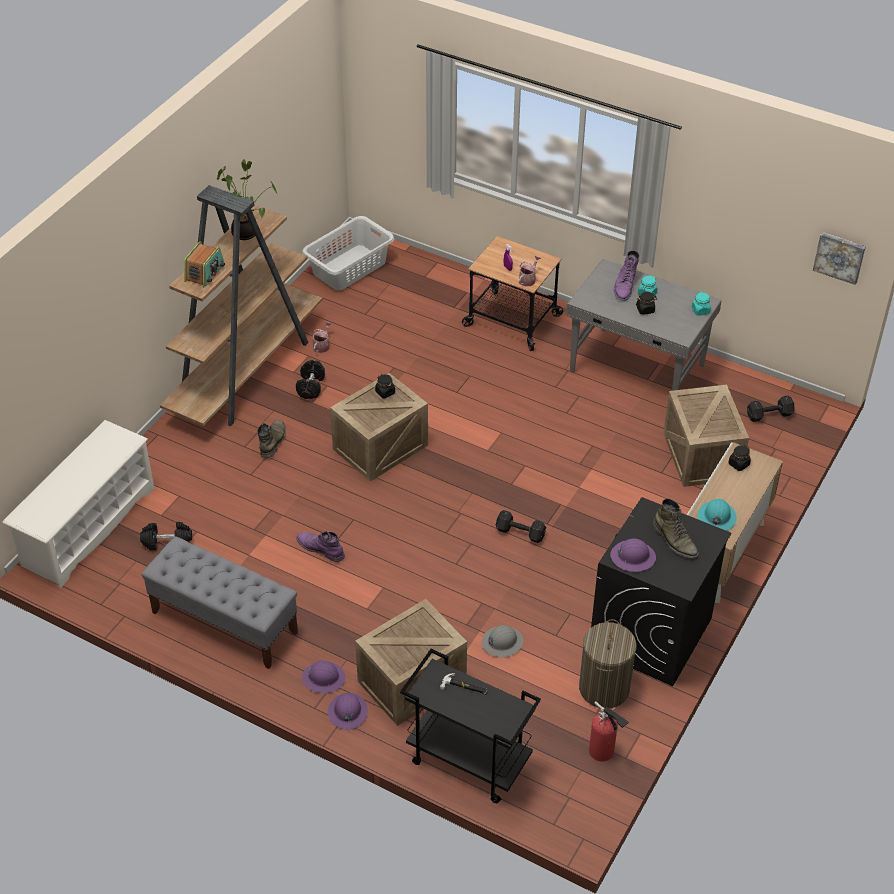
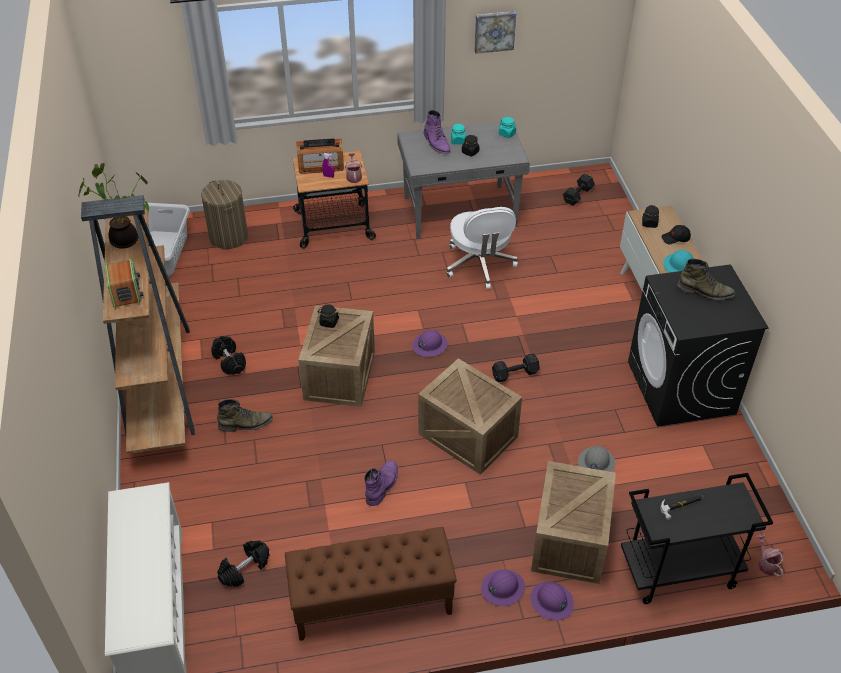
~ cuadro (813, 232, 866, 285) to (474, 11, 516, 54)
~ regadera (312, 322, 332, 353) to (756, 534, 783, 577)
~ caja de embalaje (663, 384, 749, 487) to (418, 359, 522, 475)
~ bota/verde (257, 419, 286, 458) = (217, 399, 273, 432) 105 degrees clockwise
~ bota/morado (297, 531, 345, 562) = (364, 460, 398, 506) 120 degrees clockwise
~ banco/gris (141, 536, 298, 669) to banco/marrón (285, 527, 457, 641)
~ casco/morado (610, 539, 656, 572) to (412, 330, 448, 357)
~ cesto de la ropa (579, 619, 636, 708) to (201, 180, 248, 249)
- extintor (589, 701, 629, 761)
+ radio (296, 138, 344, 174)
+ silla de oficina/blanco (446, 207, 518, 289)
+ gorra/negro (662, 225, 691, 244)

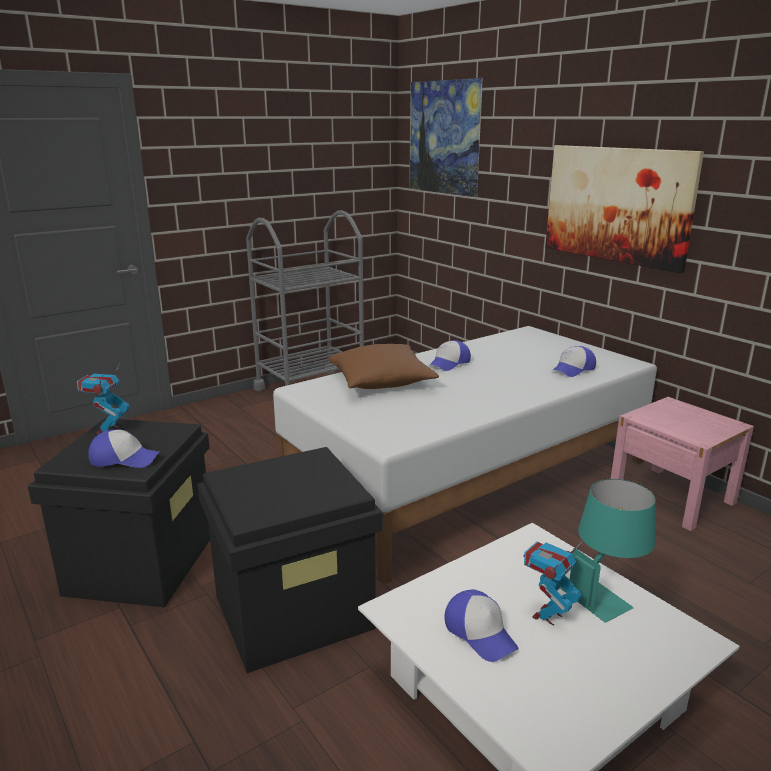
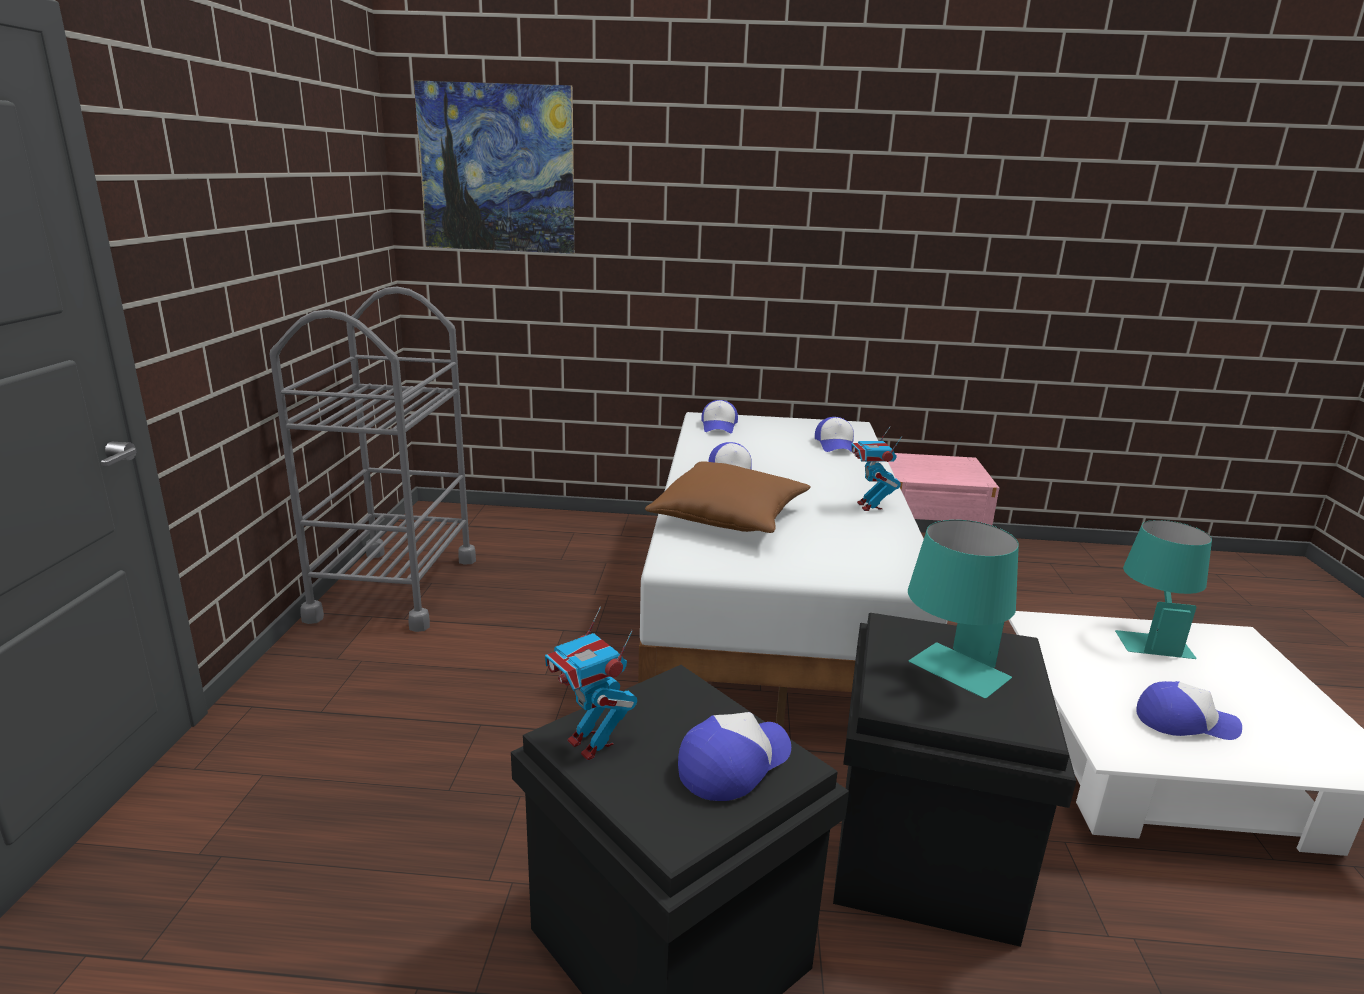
- cuadro (545, 145, 704, 273)
~ robot de juguete (523, 542, 582, 626) to (851, 427, 902, 511)
+ gorra (702, 400, 738, 433)
+ lámpara de mesa/turquesa (908, 520, 1019, 699)

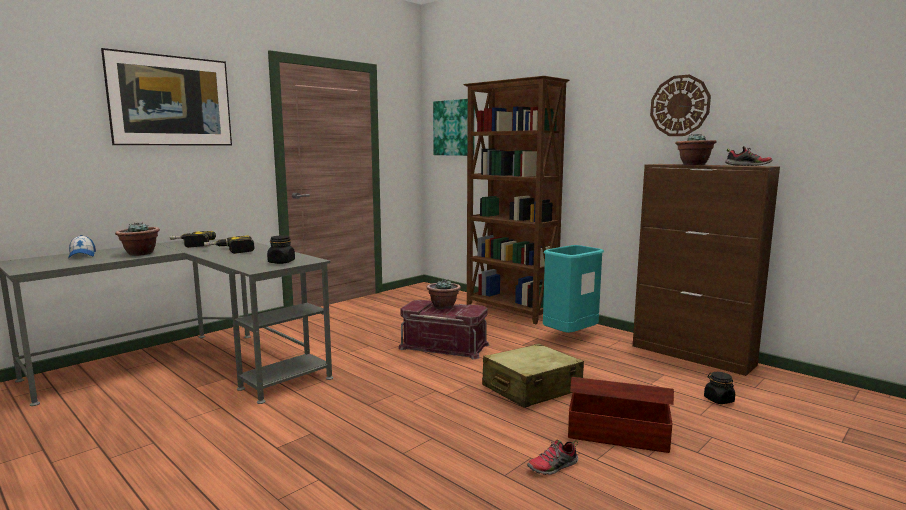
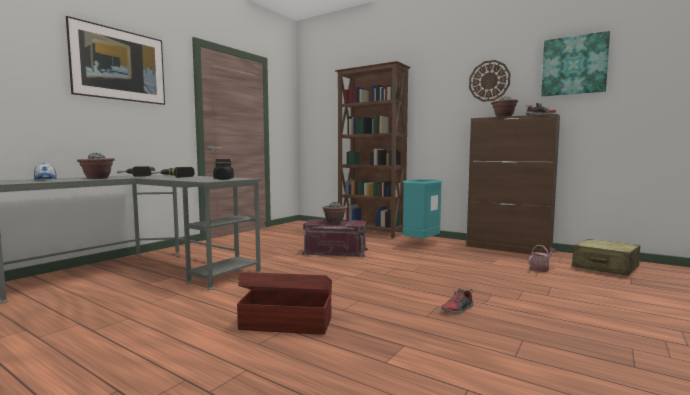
~ cuadro (433, 99, 475, 156) to (541, 31, 610, 96)
~ maleta/beis (482, 344, 584, 408) to (572, 239, 640, 276)
~ tarro/negro (704, 372, 735, 404) to regadera (529, 245, 557, 272)
~ caja de almacenaje/marrón (568, 377, 674, 453) to (237, 272, 332, 335)

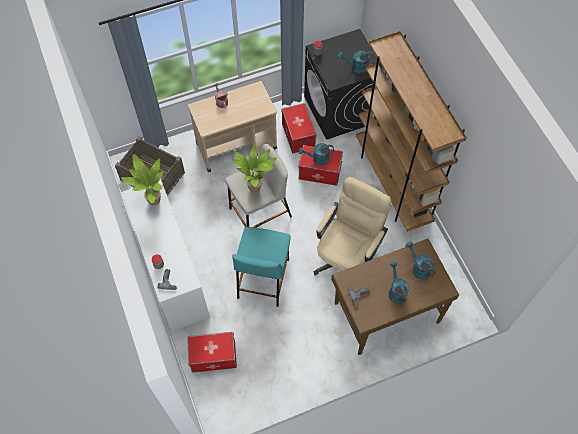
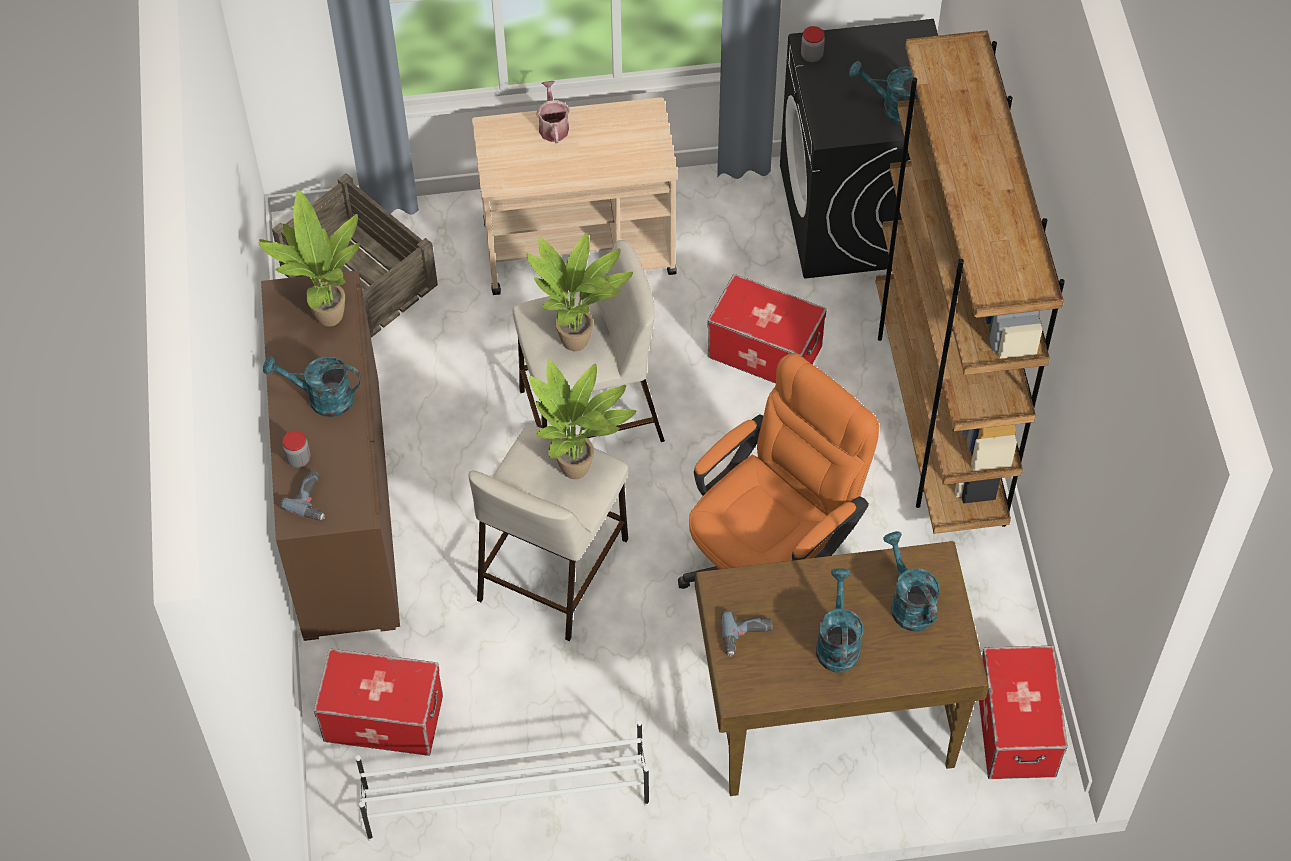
~ caja de almacenaje (281, 103, 316, 153) to (979, 646, 1068, 779)
~ regadera/turquesa (299, 143, 334, 165) to (263, 356, 361, 417)
~ silla de oficina/beis (314, 177, 391, 275) to silla de oficina/naranja (678, 353, 879, 589)
~ armario/blanco (122, 179, 210, 332) to armario/marrón (261, 270, 400, 641)
~ taburete/turquesa (232, 227, 291, 307) to taburete/beis (469, 424, 629, 641)
+ planta en maceta (529, 360, 636, 479)
+ zapatero/blanco (355, 720, 650, 841)

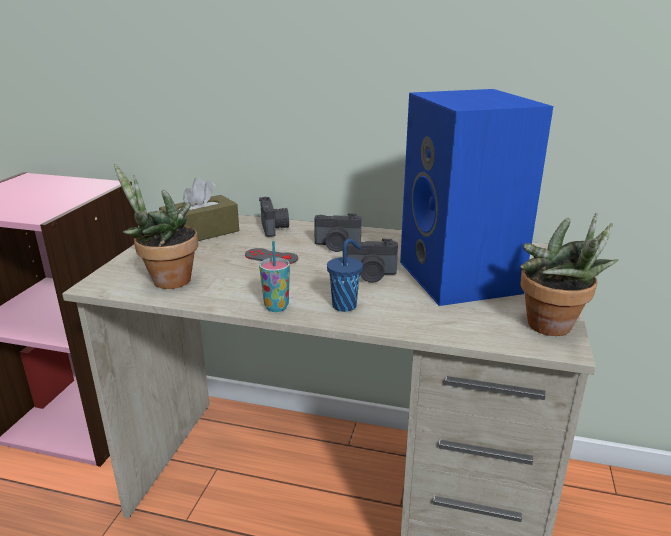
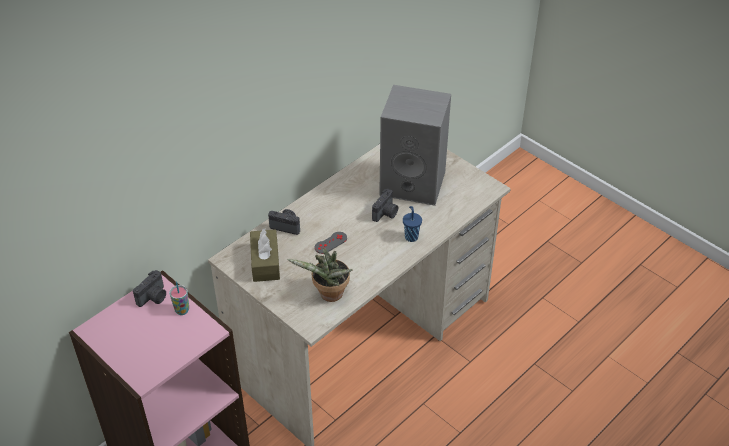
~ altavoz/azul (400, 89, 553, 306) to altavoz/gris (379, 85, 451, 206)
~ cámara (314, 213, 361, 252) to (133, 270, 166, 307)
- planta en maceta (520, 213, 618, 336)
~ taza (259, 241, 290, 312) to (169, 282, 189, 315)

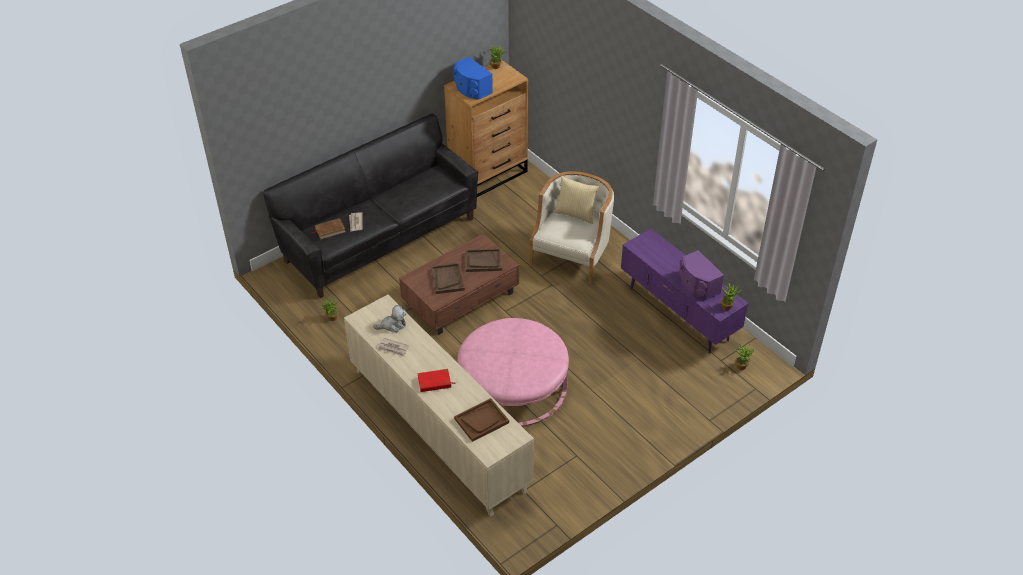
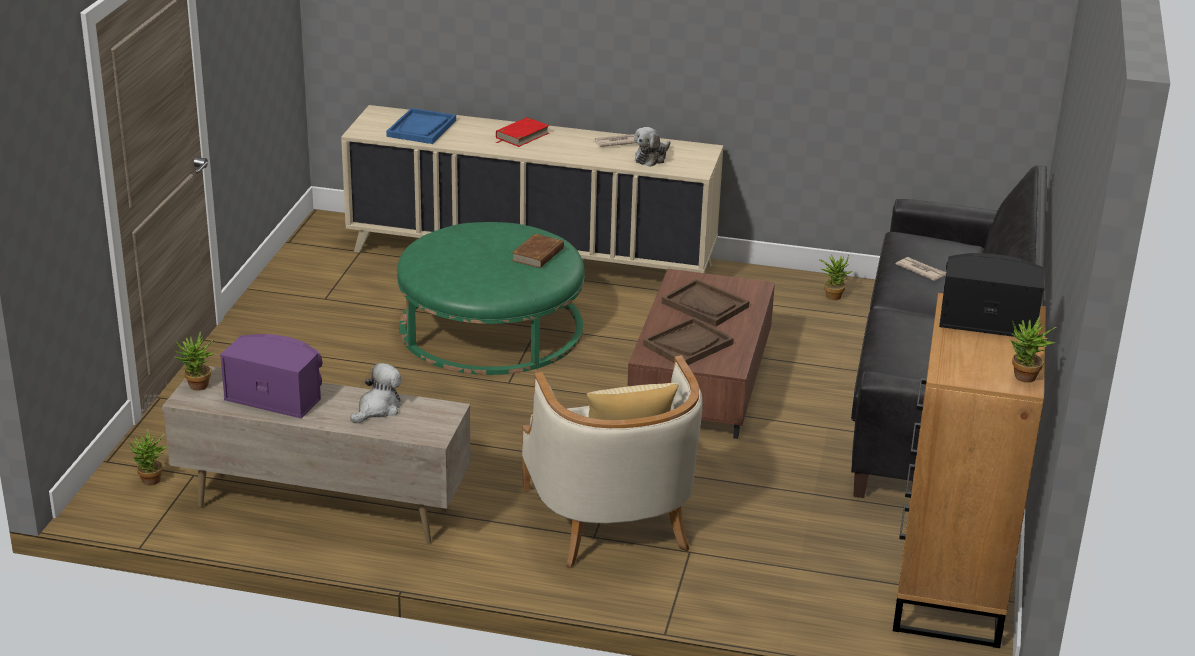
~ altavoz/azul (453, 57, 493, 100) to altavoz/negro (939, 253, 1045, 337)
~ libro/marrón (312, 218, 346, 240) to (512, 234, 564, 268)
~ mueble de televisión/morado (621, 229, 749, 353) to mueble de televisión/beis (162, 366, 471, 544)
~ puf/rosa (458, 318, 569, 427) to puf/verde (397, 222, 585, 375)
~ bandeja/marrón (454, 398, 509, 442) to bandeja/azul (386, 108, 456, 144)
+ peluche (350, 363, 402, 423)

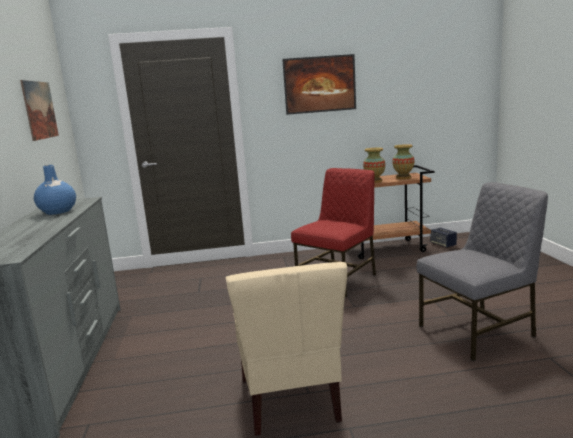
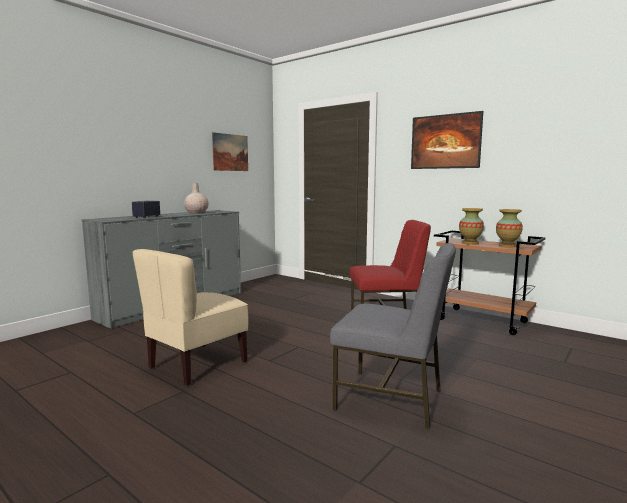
~ florero/azul (34, 165, 76, 215) to florero/beis (184, 183, 209, 214)
~ altavoz (431, 228, 457, 248) to (132, 200, 160, 218)

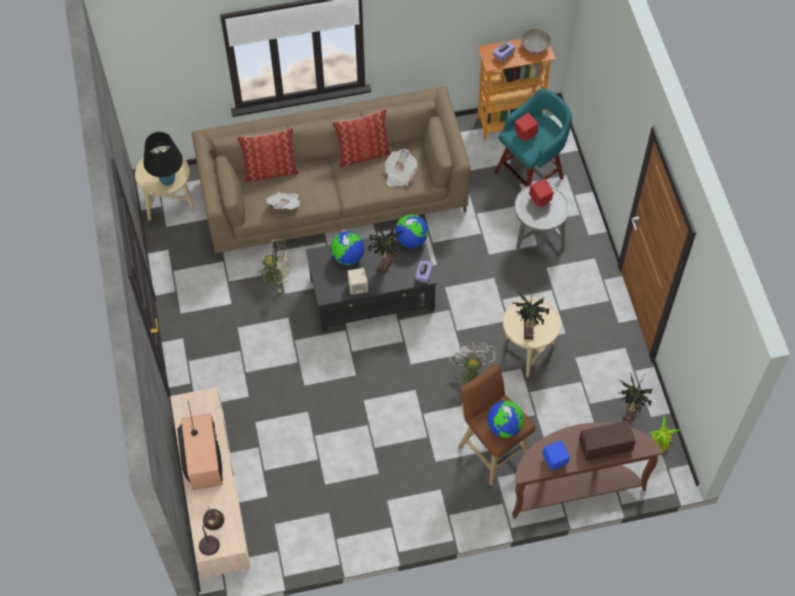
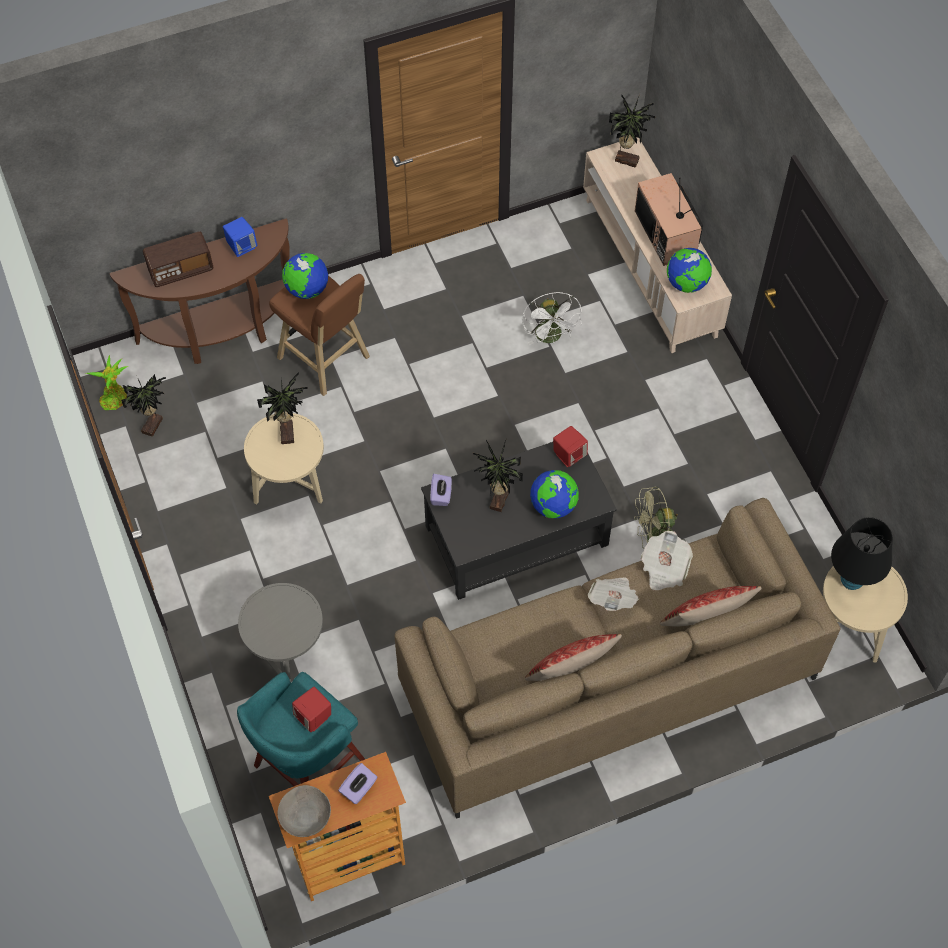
~ periódico (384, 149, 417, 187) to (588, 577, 639, 611)
~ altavoz/rojo (529, 179, 554, 207) to (553, 426, 588, 467)
~ globo terráqueo (395, 215, 428, 248) to (667, 248, 712, 293)
- altavoz/beis (347, 268, 368, 295)
~ ventilador/blanco (449, 342, 496, 387) to (522, 292, 582, 345)
~ lámpara de mesa (199, 506, 225, 556) to planta en maceta (609, 94, 656, 168)

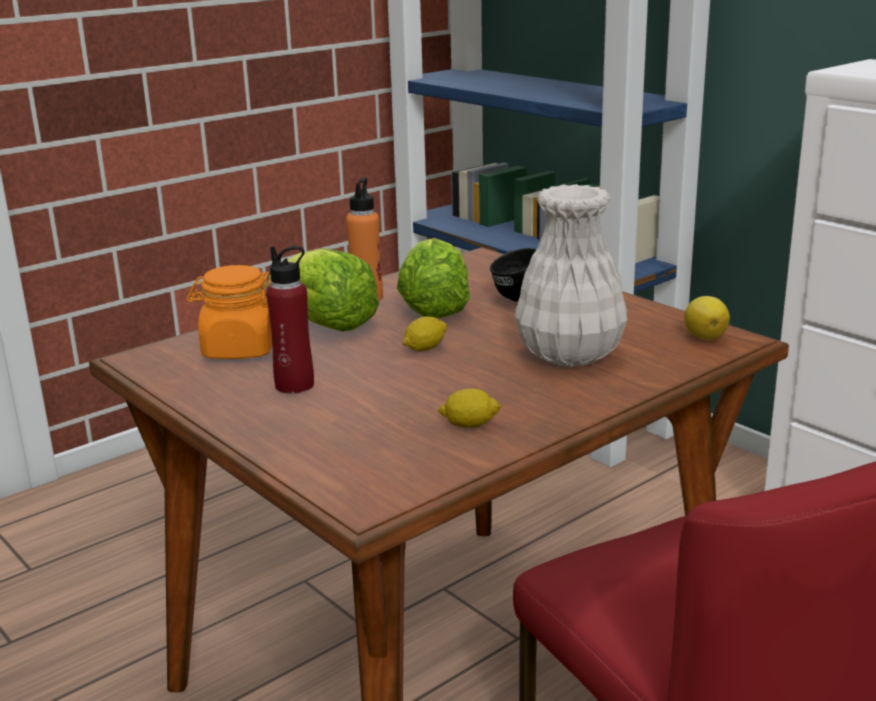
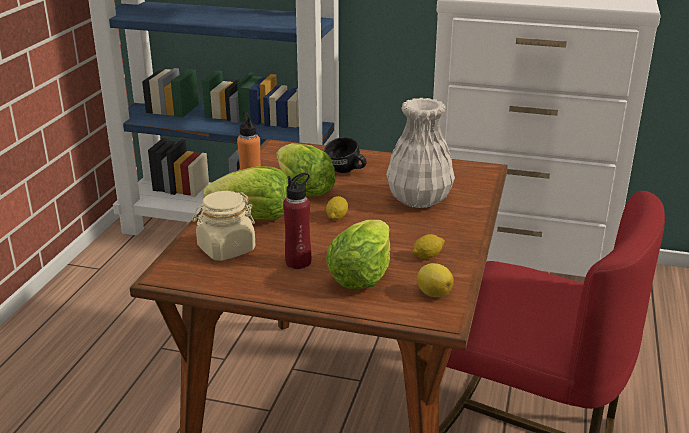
~ tarro/naranja (187, 265, 272, 359) to tarro/beis (192, 191, 255, 261)
~ limón (684, 296, 730, 340) to (417, 263, 454, 297)
+ lechuga (326, 220, 390, 289)

